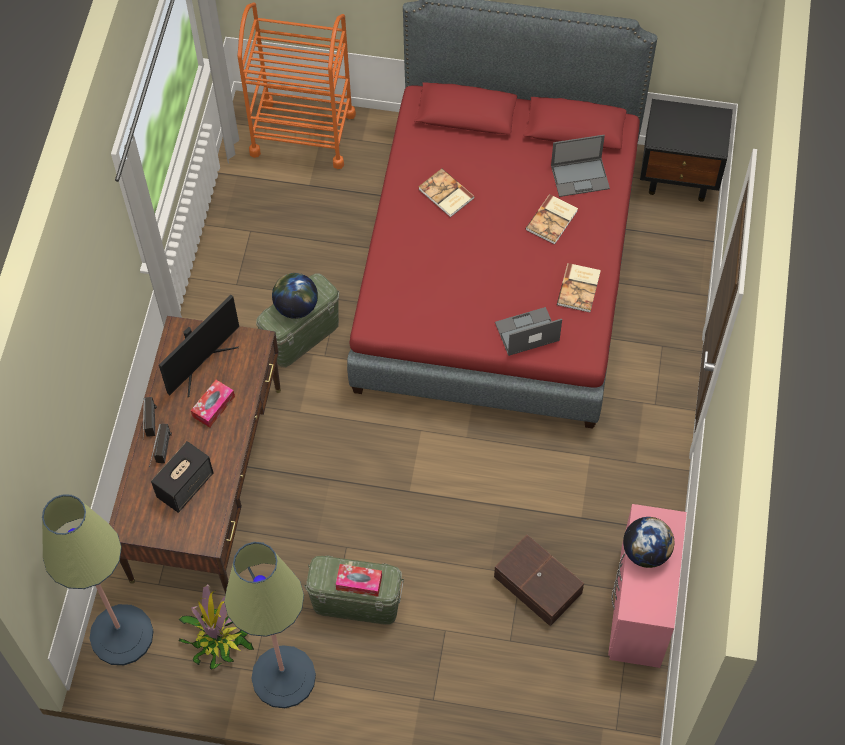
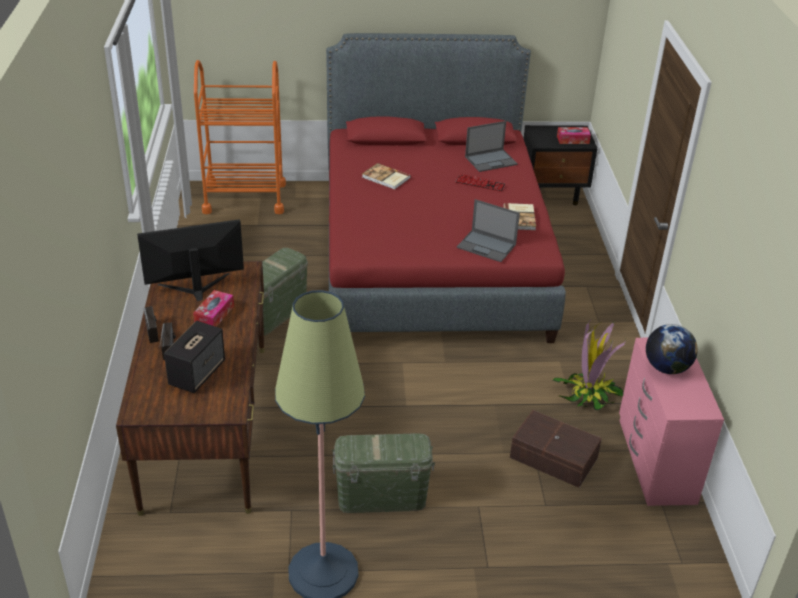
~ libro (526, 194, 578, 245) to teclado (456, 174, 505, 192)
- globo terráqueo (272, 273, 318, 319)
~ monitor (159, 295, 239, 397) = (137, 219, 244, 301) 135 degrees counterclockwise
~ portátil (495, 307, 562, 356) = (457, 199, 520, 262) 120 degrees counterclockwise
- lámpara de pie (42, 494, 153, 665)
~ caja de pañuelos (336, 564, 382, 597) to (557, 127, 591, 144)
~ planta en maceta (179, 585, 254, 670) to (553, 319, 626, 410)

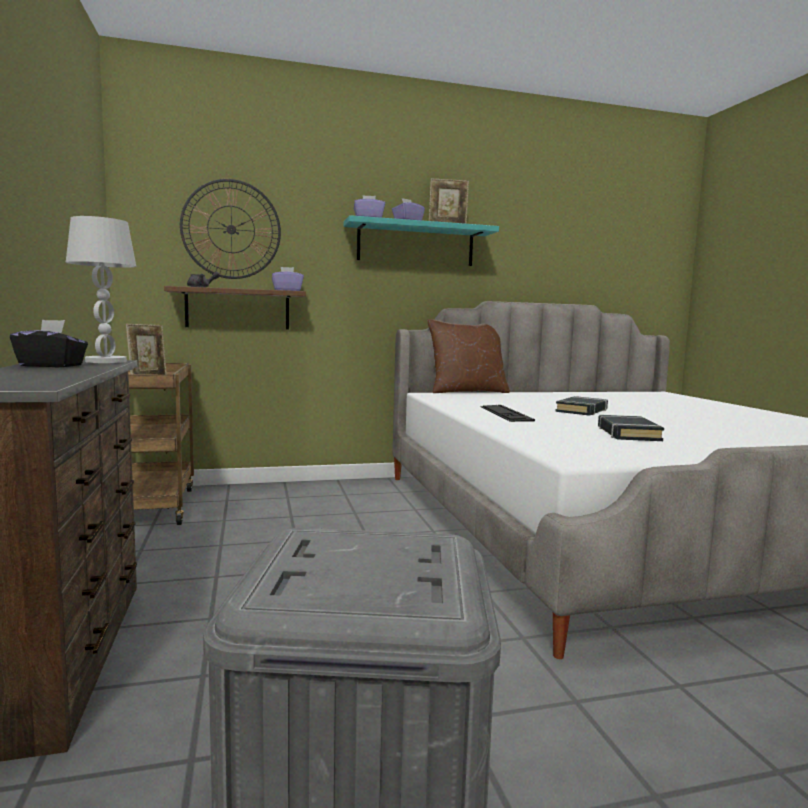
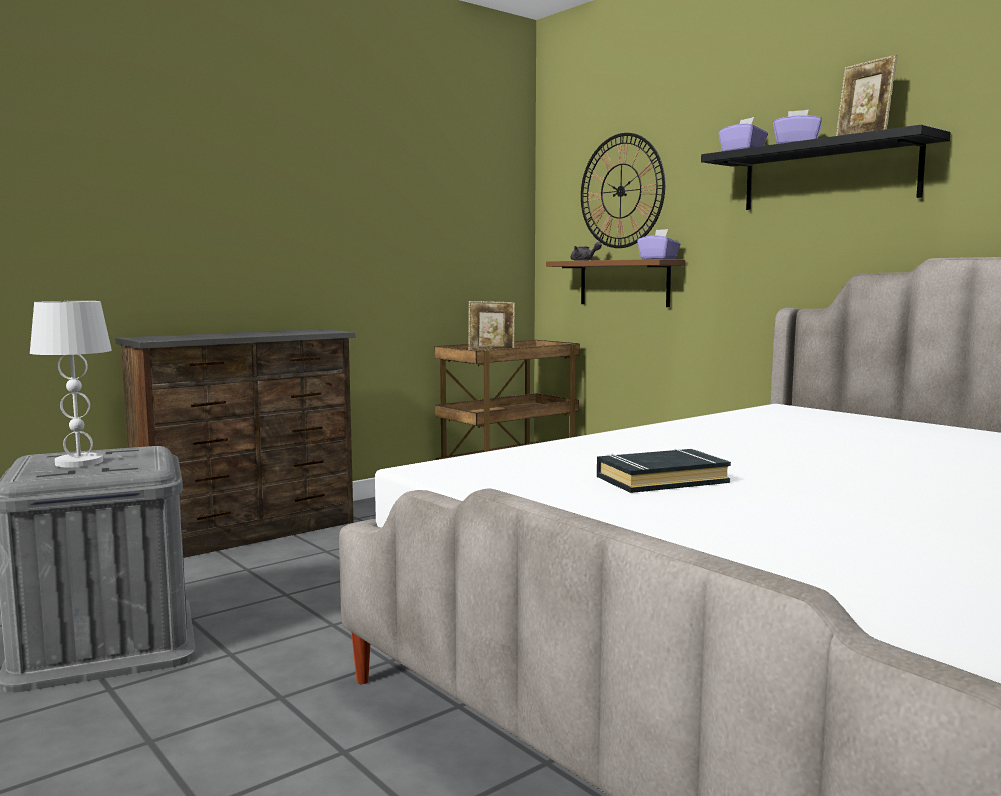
~ estante/turquesa (344, 215, 499, 266) to estante/negro (701, 124, 951, 210)
~ lámpara de mesa/blanco (66, 216, 136, 363) to (30, 301, 112, 467)
- cojín/marrón (427, 319, 510, 393)
- caja de pañuelos/negro (10, 320, 88, 368)
- libro/negro (555, 396, 608, 416)
- teclado (480, 405, 535, 422)

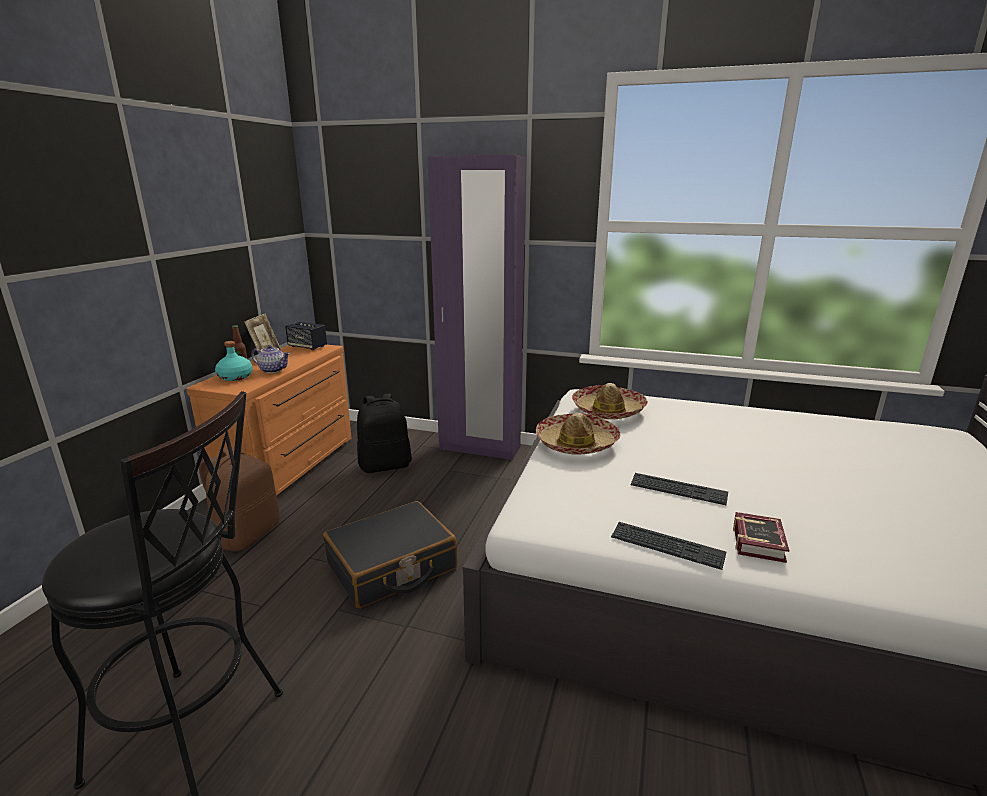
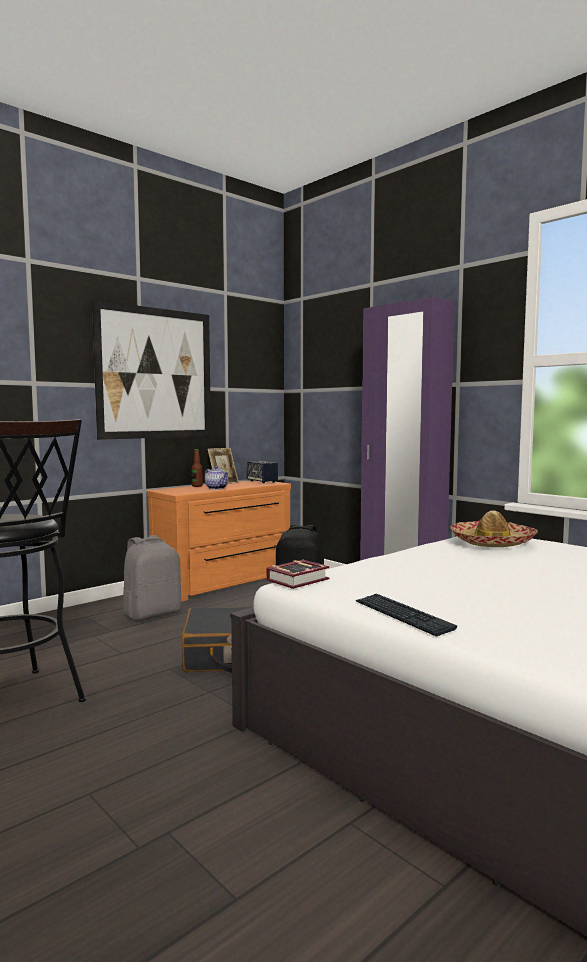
- botella/turquesa (215, 341, 253, 381)
- sombrero (536, 413, 620, 455)
~ mochila/marrón (199, 448, 279, 551) to mochila/gris (123, 535, 181, 621)
- teclado (631, 473, 728, 505)
~ libro (733, 512, 789, 563) to (266, 560, 330, 589)
+ cuadro (92, 300, 211, 440)

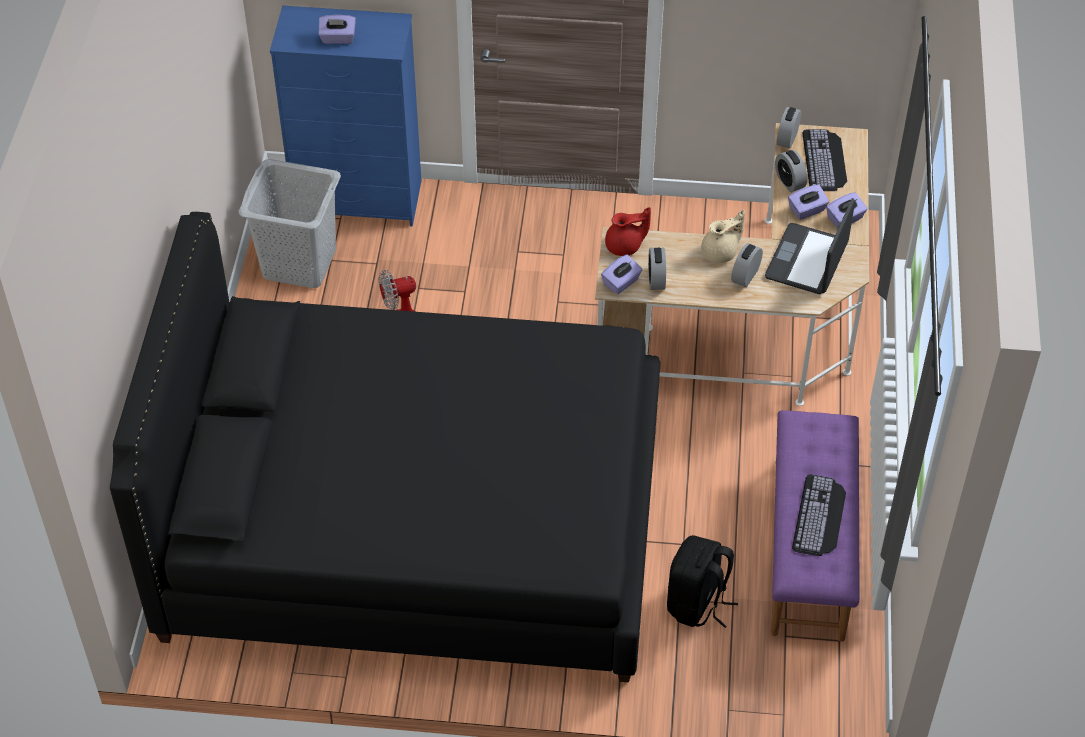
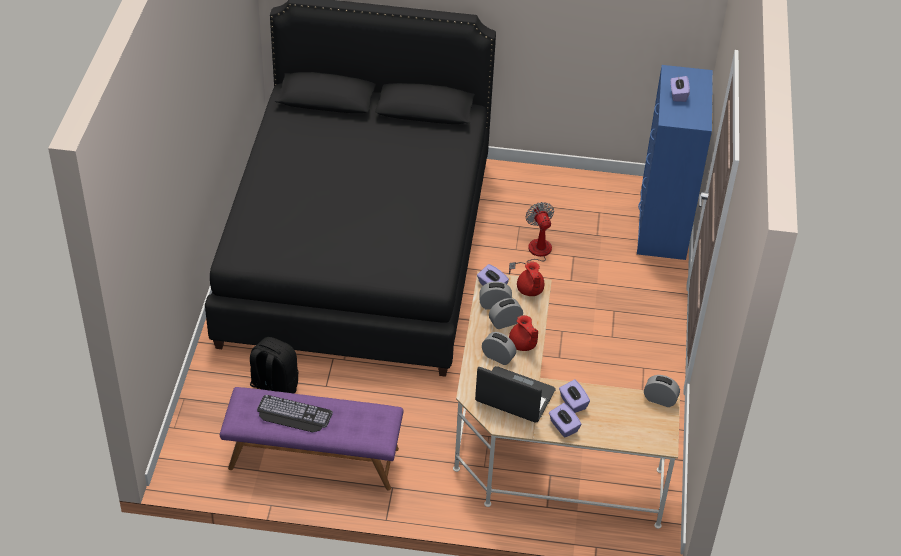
- teclado (802, 129, 847, 191)
~ despertador (775, 150, 807, 192) to (489, 298, 523, 329)
- cesto de la ropa/gris (239, 159, 341, 288)
~ tetera/beis (701, 209, 745, 263) to tetera/rojo (509, 315, 538, 351)

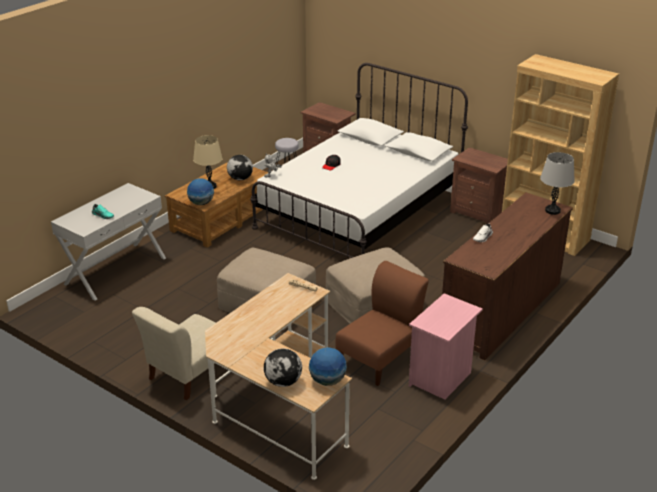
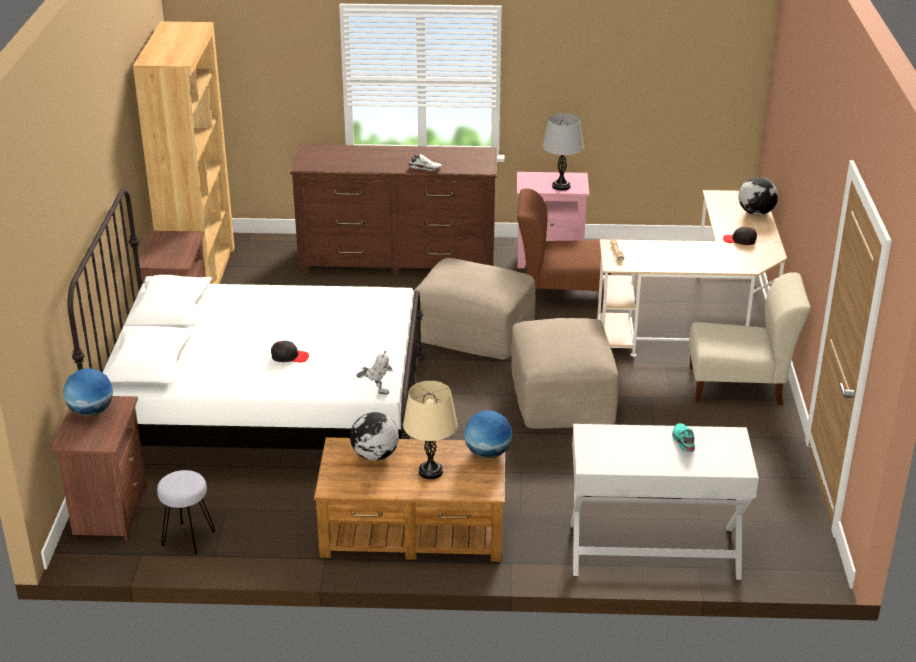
~ lámpara de mesa/gris (540, 152, 575, 215) to (543, 113, 584, 191)
~ globo terráqueo (309, 347, 347, 386) to (63, 368, 113, 417)
+ gorra/negro (723, 227, 757, 245)

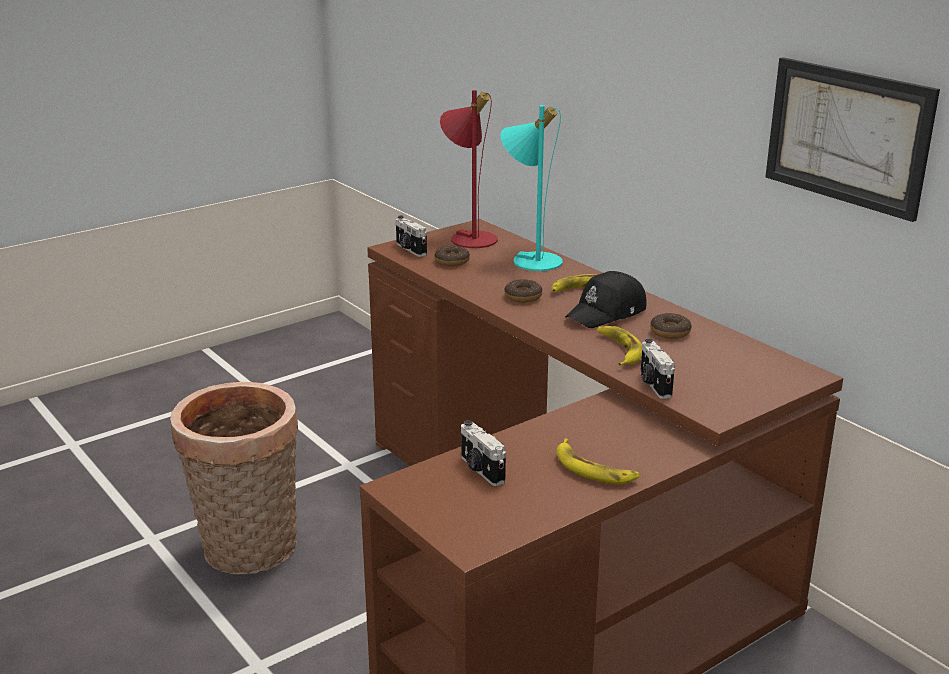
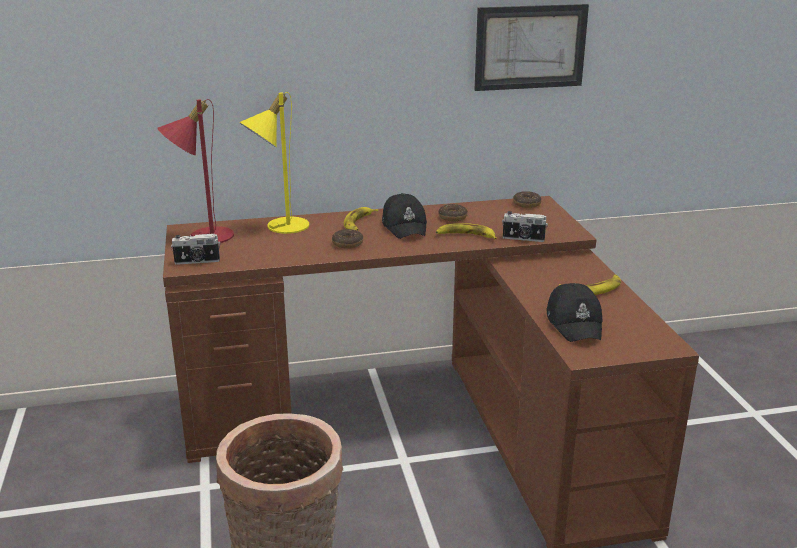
~ lámpara de mesa/turquesa (500, 105, 563, 271) to lámpara de mesa/amarillo (239, 92, 309, 234)
~ rosquilla (435, 245, 470, 266) to (513, 191, 541, 208)
~ cámara (461, 420, 506, 486) to gorra/negro (547, 283, 603, 342)

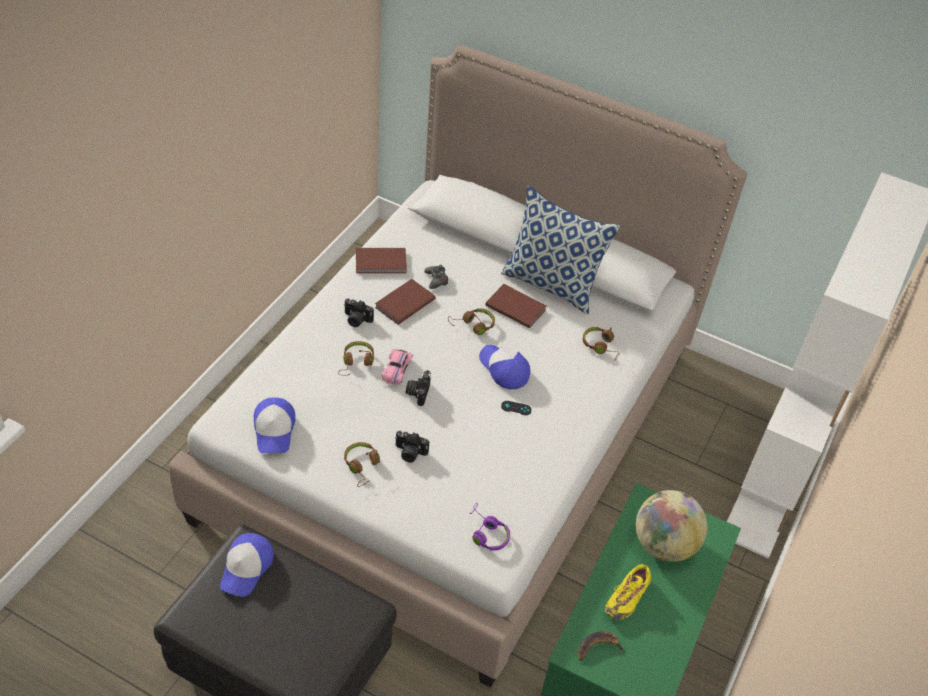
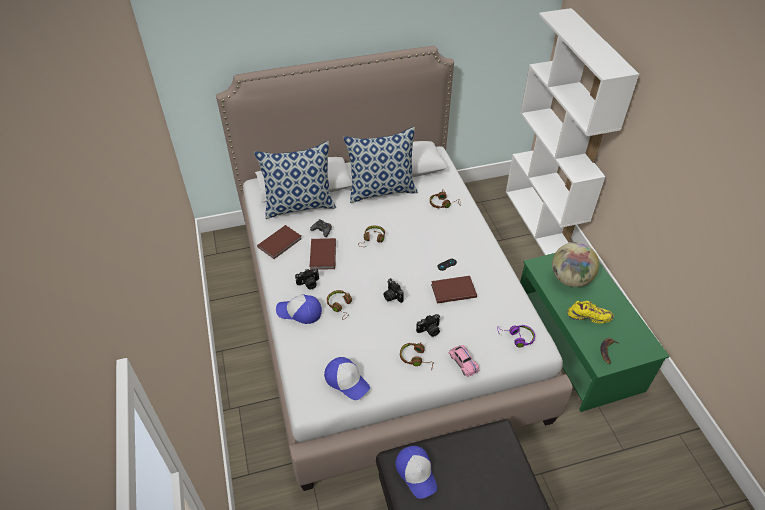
~ libro/marrón (485, 284, 547, 328) to (431, 276, 477, 304)
~ gorra (479, 345, 530, 390) to (276, 294, 322, 324)
~ coche de juguete/rosa (382, 349, 413, 384) to (449, 345, 479, 377)
~ zapato/amarillo (605, 564, 651, 620) = (567, 301, 614, 324) 75 degrees counterclockwise
+ cojín (254, 141, 336, 219)

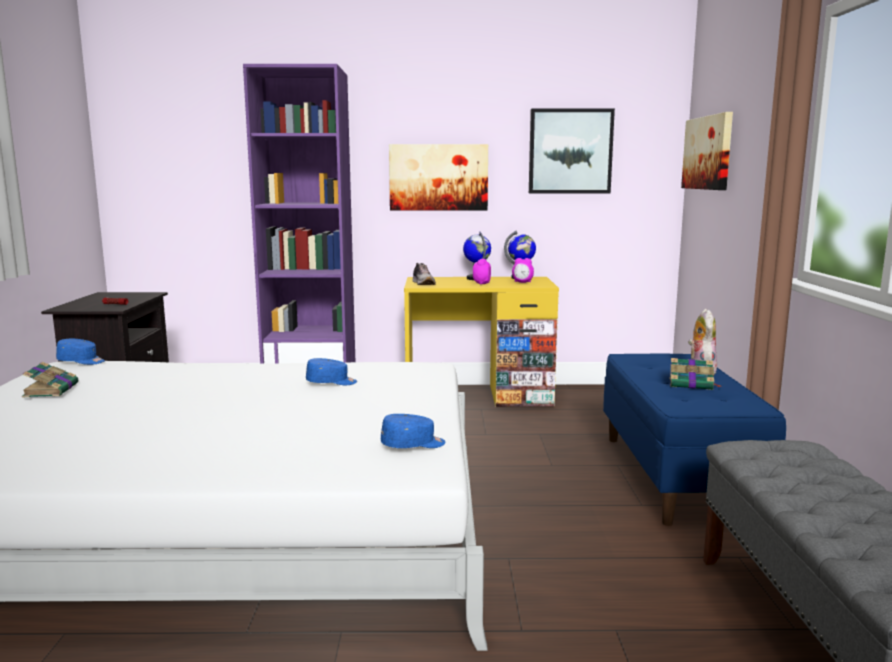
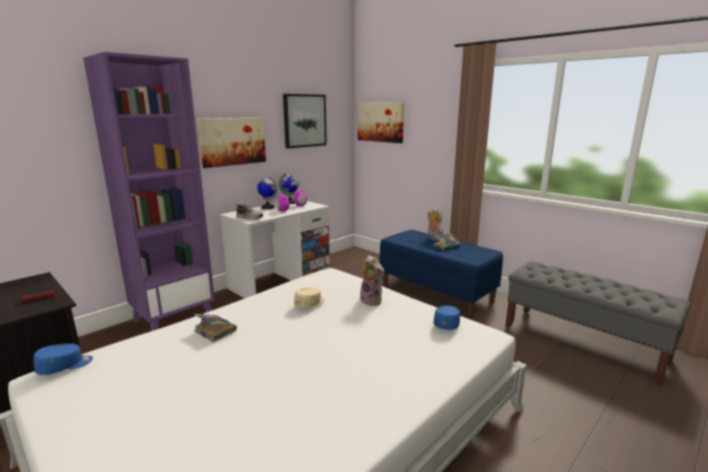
~ escritorio/amarillo (404, 277, 559, 407) to escritorio/blanco (220, 201, 330, 299)
~ gorra/azul (306, 358, 357, 385) to gorra/beis (294, 288, 325, 309)
~ libro (22, 362, 78, 398) to (194, 314, 237, 342)
+ peluche (360, 255, 384, 306)

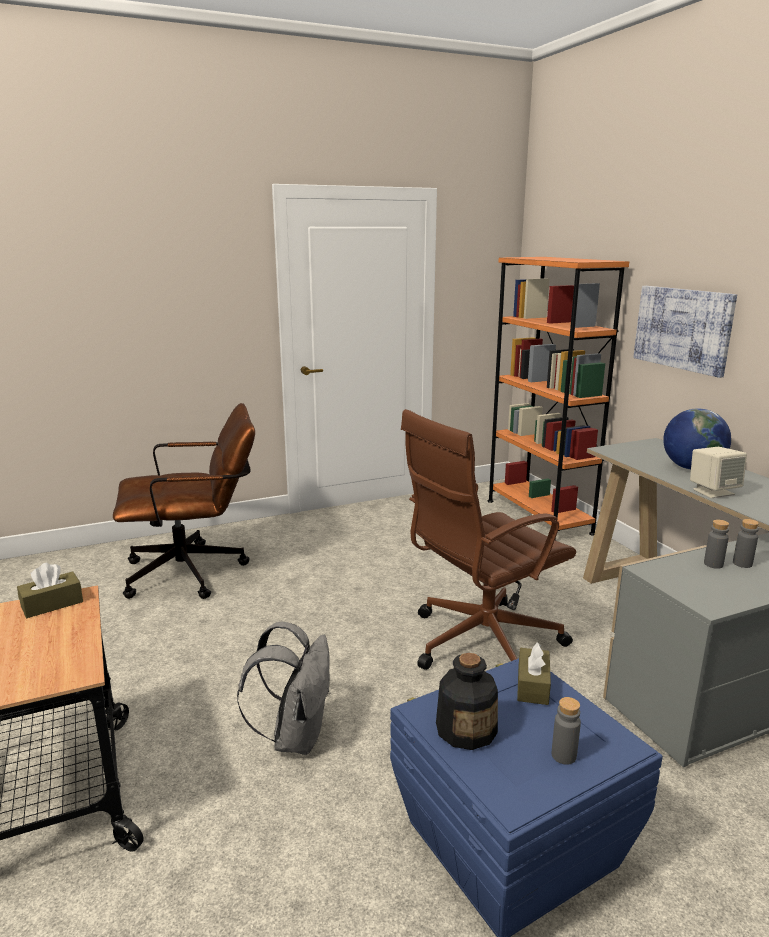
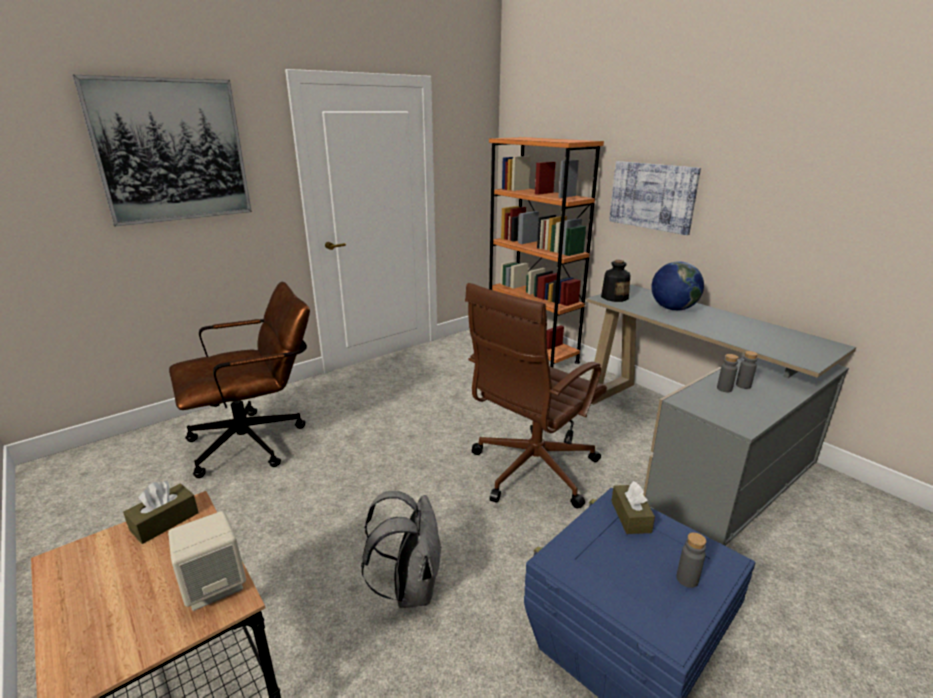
~ altavoz/beis (690, 447, 747, 498) to (168, 511, 246, 611)
~ botella (436, 653, 498, 750) to (601, 260, 631, 302)
+ cuadro (73, 75, 252, 227)

